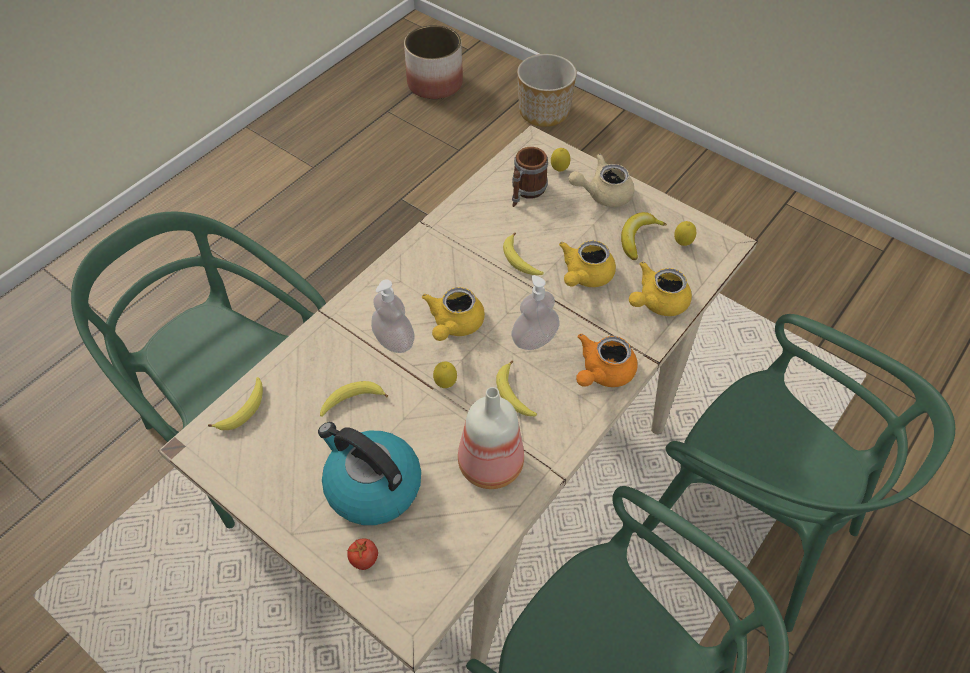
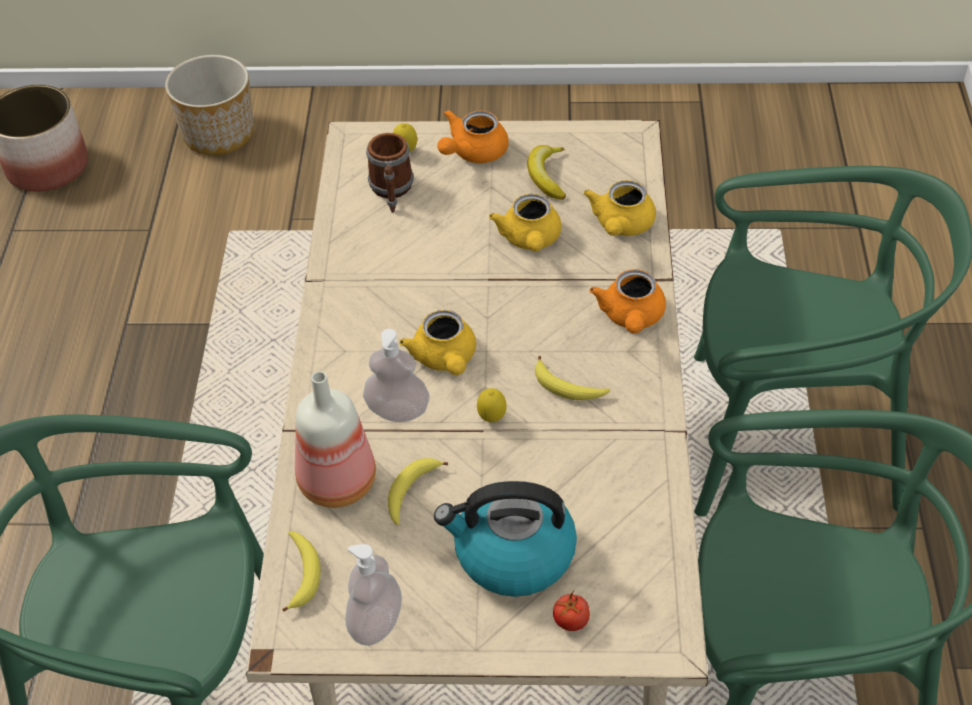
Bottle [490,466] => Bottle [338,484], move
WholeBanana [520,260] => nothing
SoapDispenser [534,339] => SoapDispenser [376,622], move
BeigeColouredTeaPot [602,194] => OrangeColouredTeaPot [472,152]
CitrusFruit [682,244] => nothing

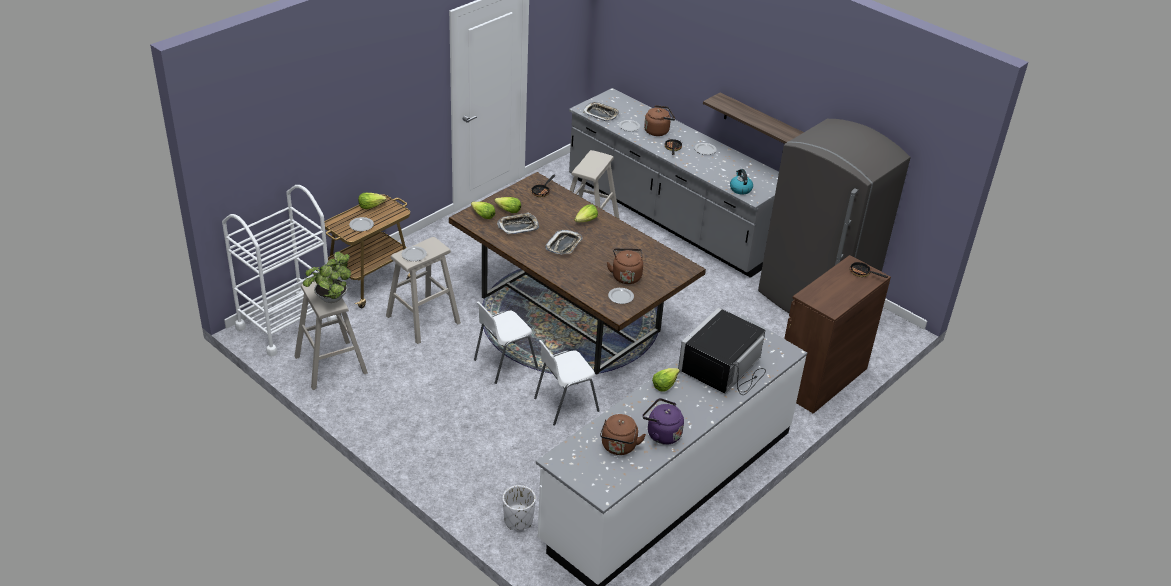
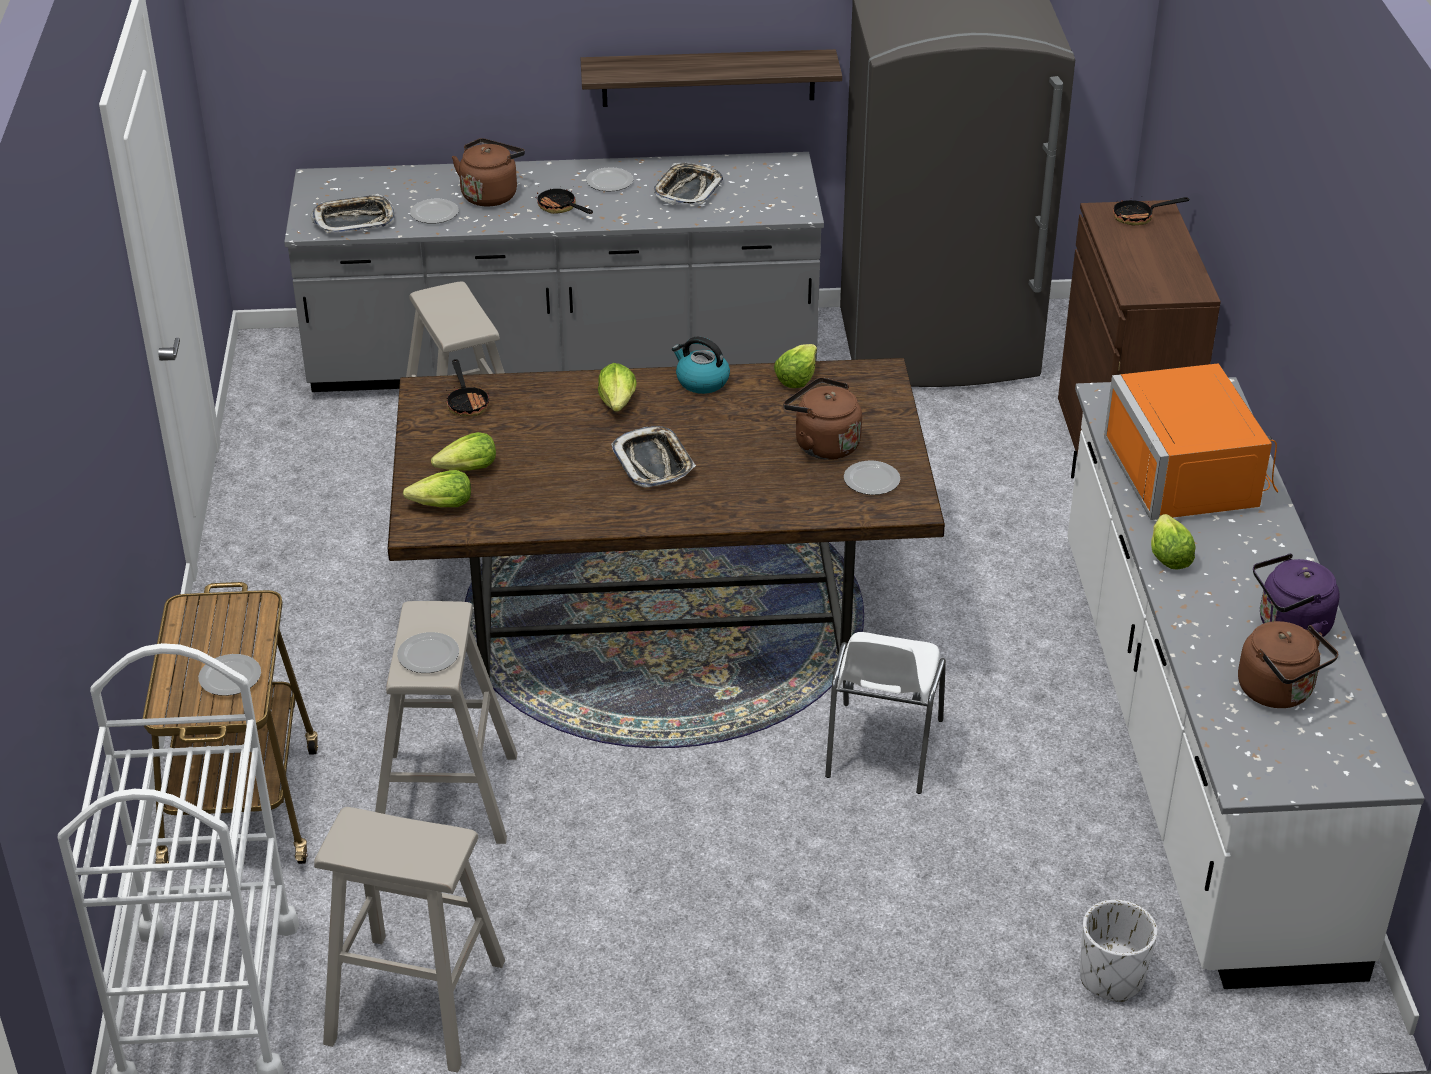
PlantInAPot [330,299] => nothing
LettuceHead [371,206] => LettuceHead [796,378], move
WhitePlainChair [503,363] => nothing
ServingTray [518,226] => ServingTray [687,190], move
BlackKitchenMicrowave [724,369] => OrangeColouredKitchenMicrowave [1192,475]
TeaKettle [740,189] => TeaKettle [701,381], move

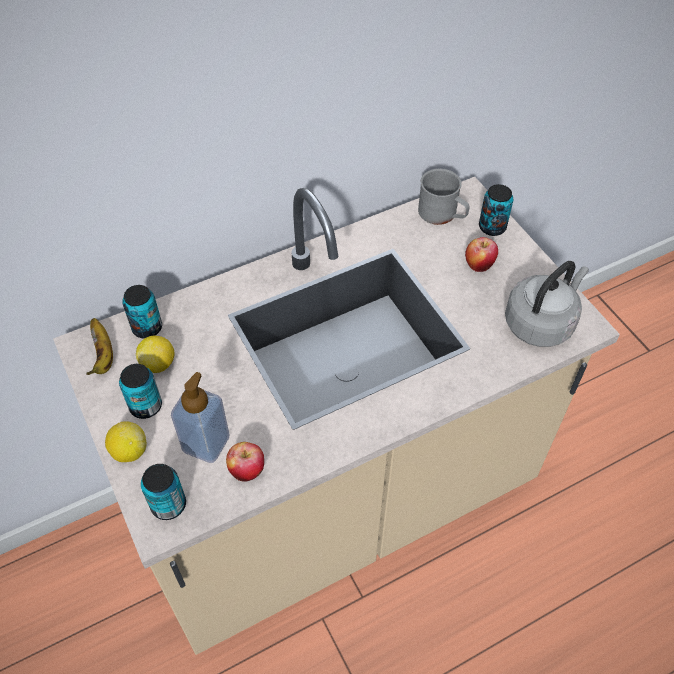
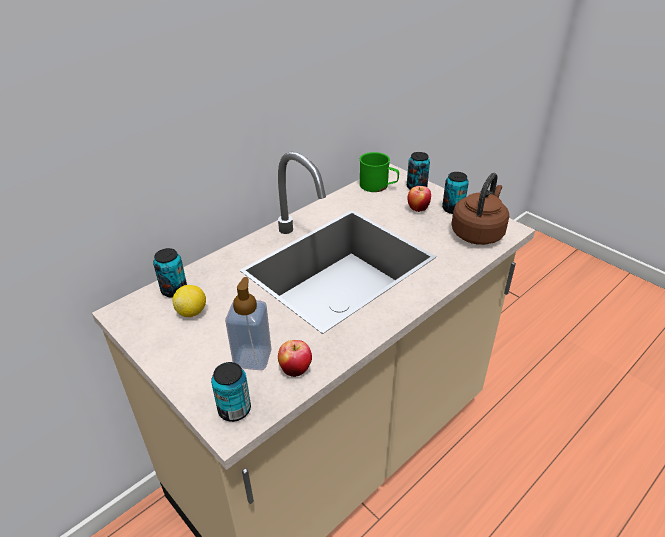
WholeBanana [103,355] => nothing
CitrusFruit [129,451] => nothing
Can [146,406] => Can [453,209], move
GrayCoffeeMug [442,214] => GreenishCoffeeMug [378,186]
GrayTeaKettle [541,323] => BrownishTeaKettle [478,233]

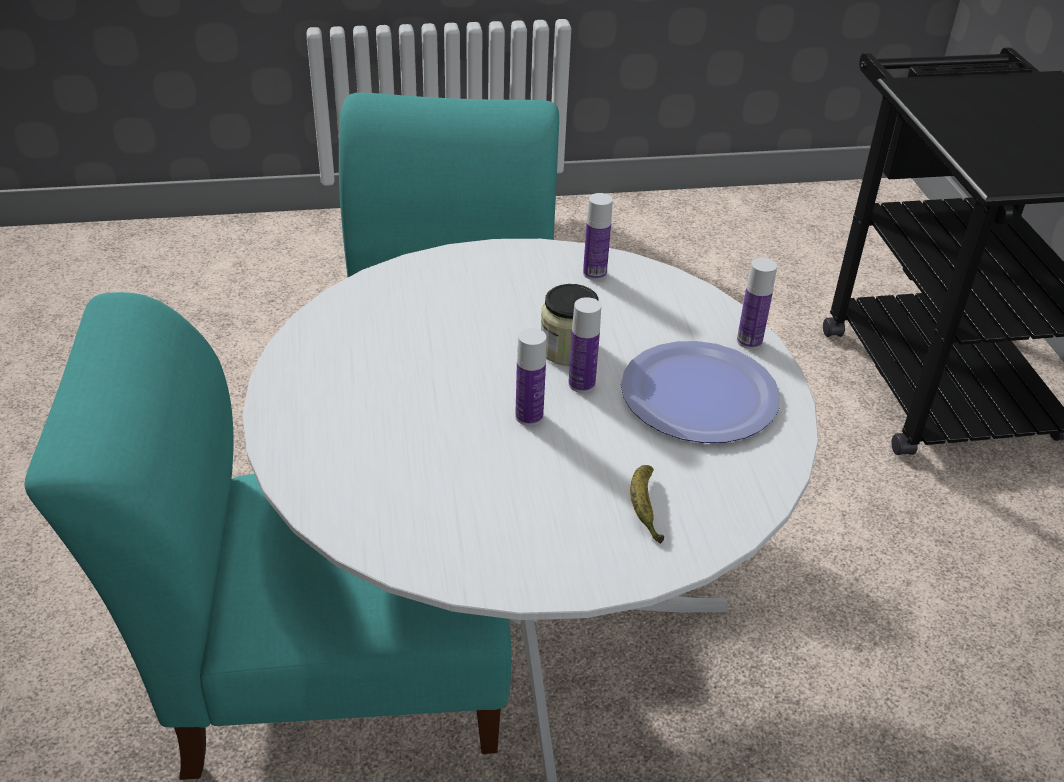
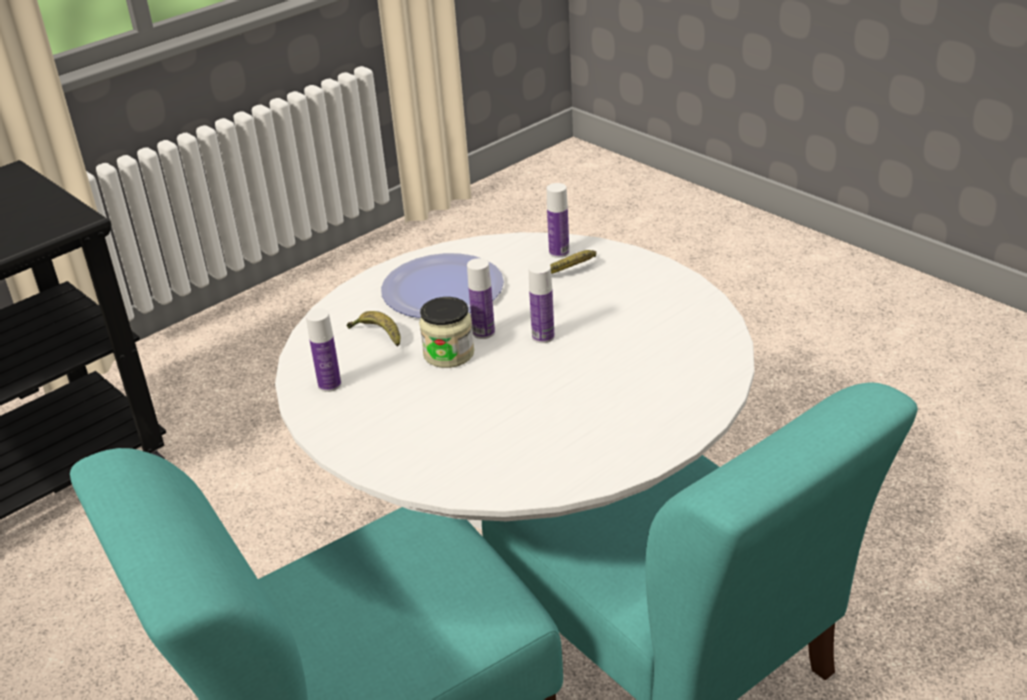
Bottle [749,341] => Bottle [559,252], move
nothing => WholeBanana [378,335]

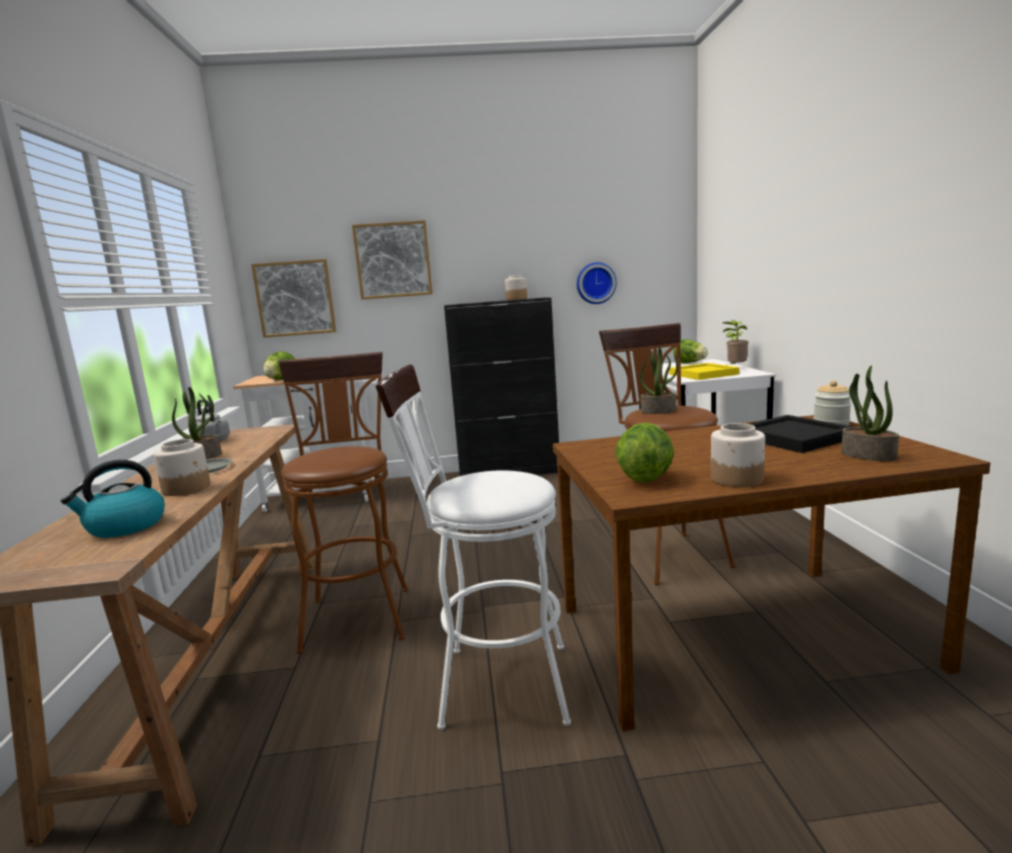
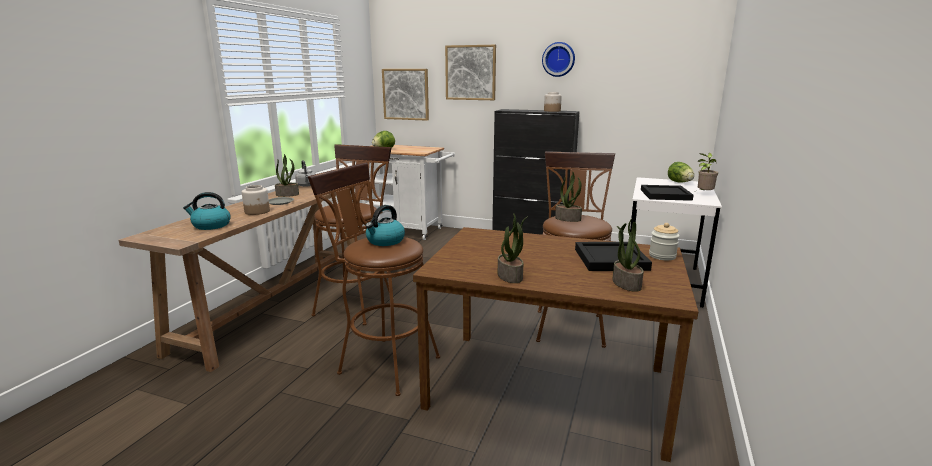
WhiteSittingStool [492,684] => BrownishSittingStool [382,363]
HangingClock [595,283] => HangingClock [558,59], move
LettuceHead [644,478] => nothing
YellowServingTray [702,374] => BlackServingTray [664,194]
PreserveJar [737,479] => PlantInAPot [510,276]
nothing => TeaKettle [385,241]

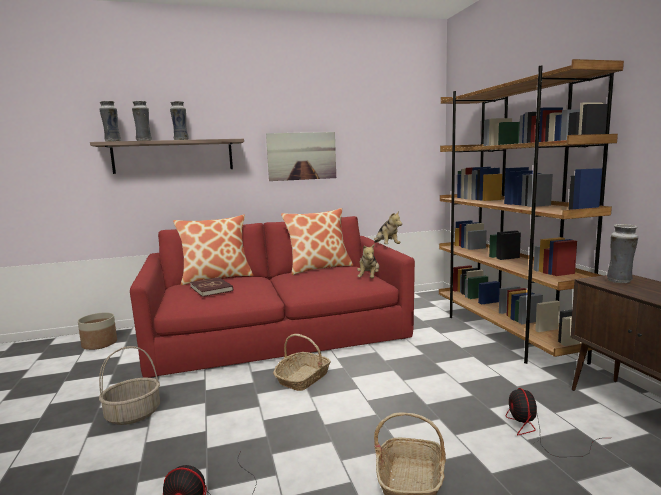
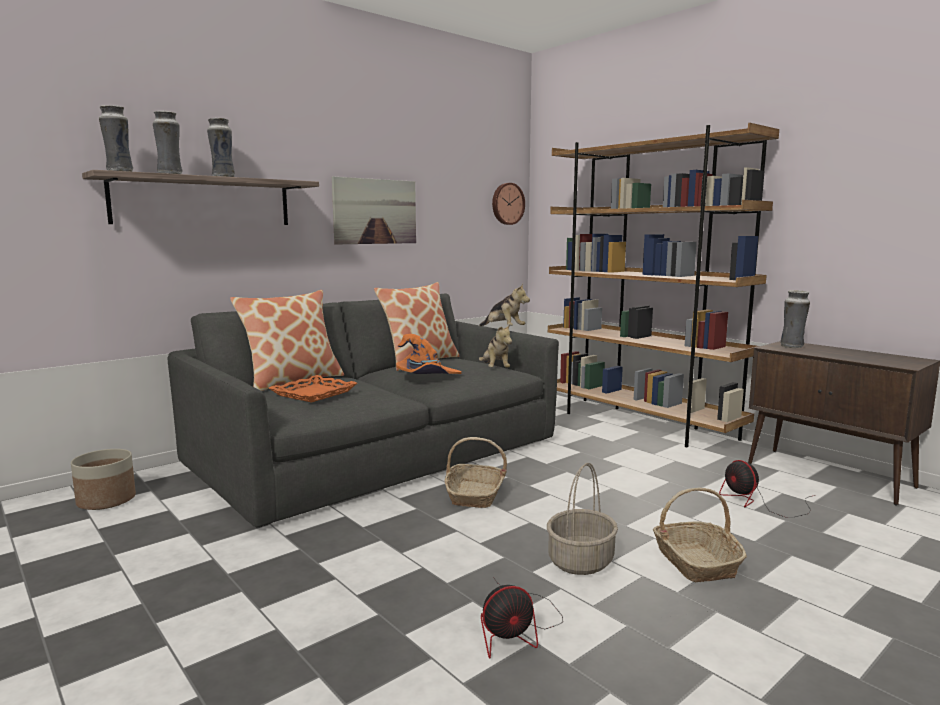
HouseholdBasket [133,415] => HouseholdBasket [581,561], move
ReddishSofa [277,332] => GraySofa [377,451]
ReddishBook [211,289] => OrangeColouredServingTray [314,393]
nothing => OrangeColouredHat [426,376]
nothing => HangingClock [507,204]

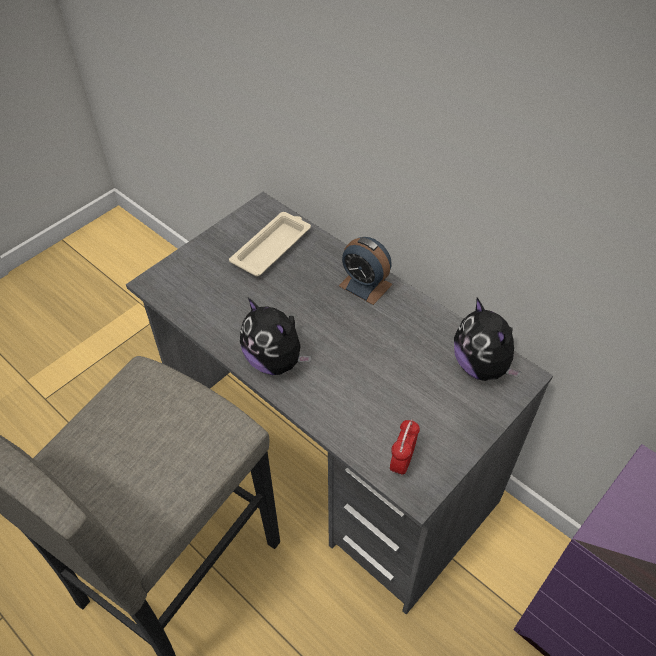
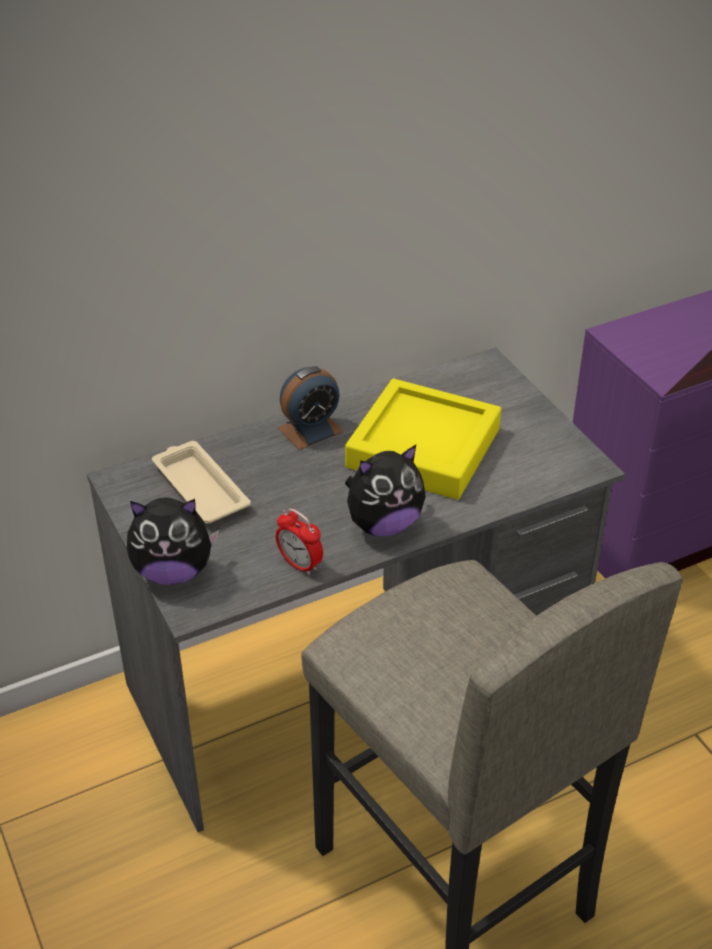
TableClock [402,462] => TableClock [300,564], move
CuddlyToy [482,366] => CuddlyToy [173,571], move
nothing => YellowServingTray [423,448]

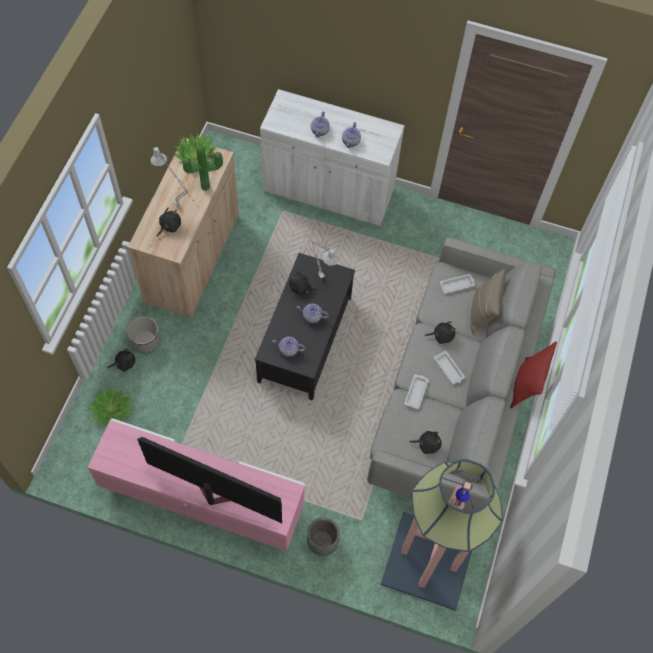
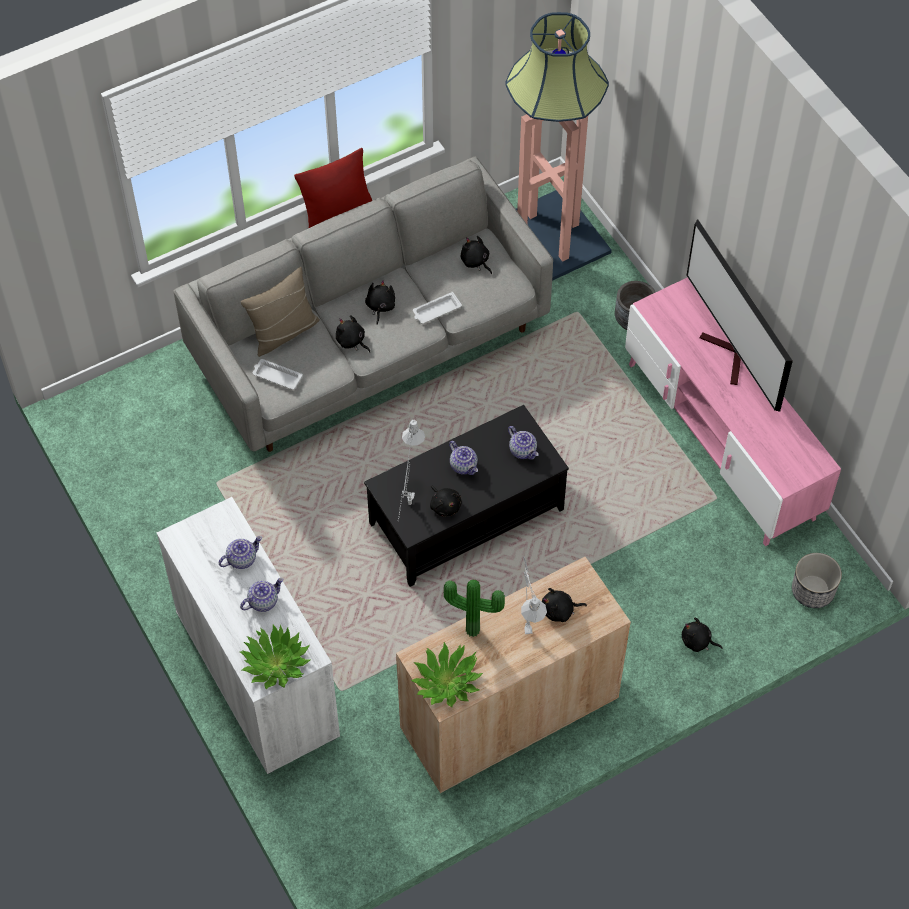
PlantInAPot [112,410] => PlantInAPot [275,663], move
Planter [146,342] => Planter [812,590], move
WhiteServingTray [449,369] => BlackCuddlyToy [380,307]

